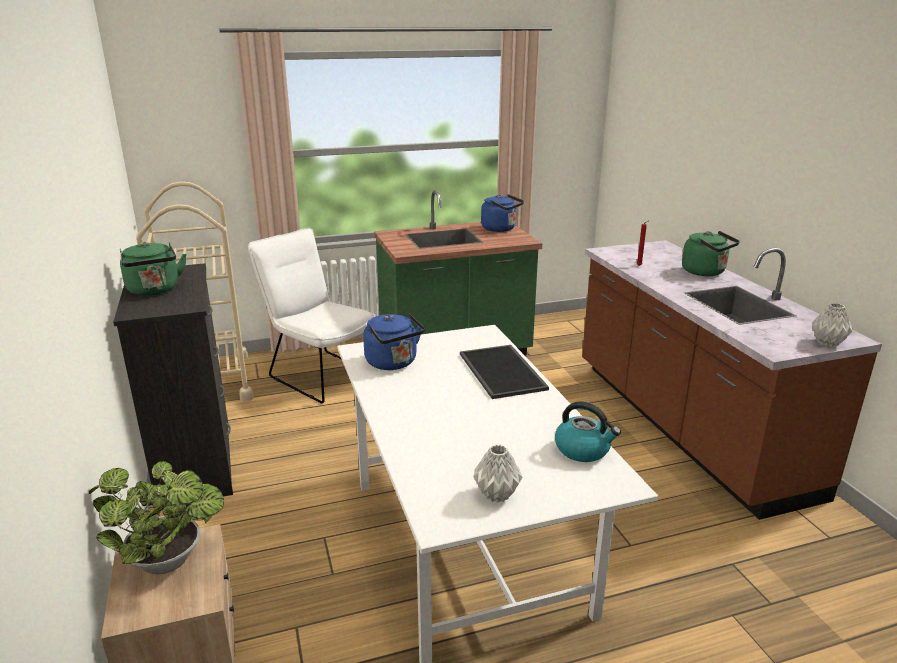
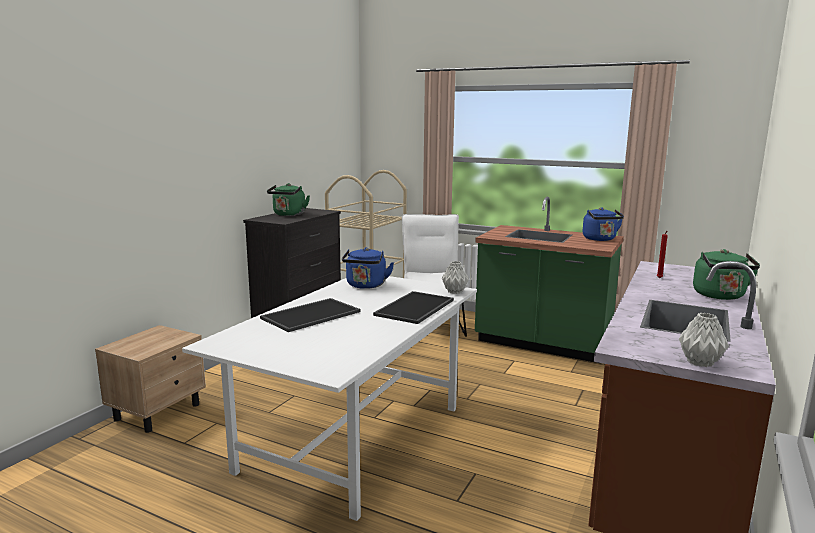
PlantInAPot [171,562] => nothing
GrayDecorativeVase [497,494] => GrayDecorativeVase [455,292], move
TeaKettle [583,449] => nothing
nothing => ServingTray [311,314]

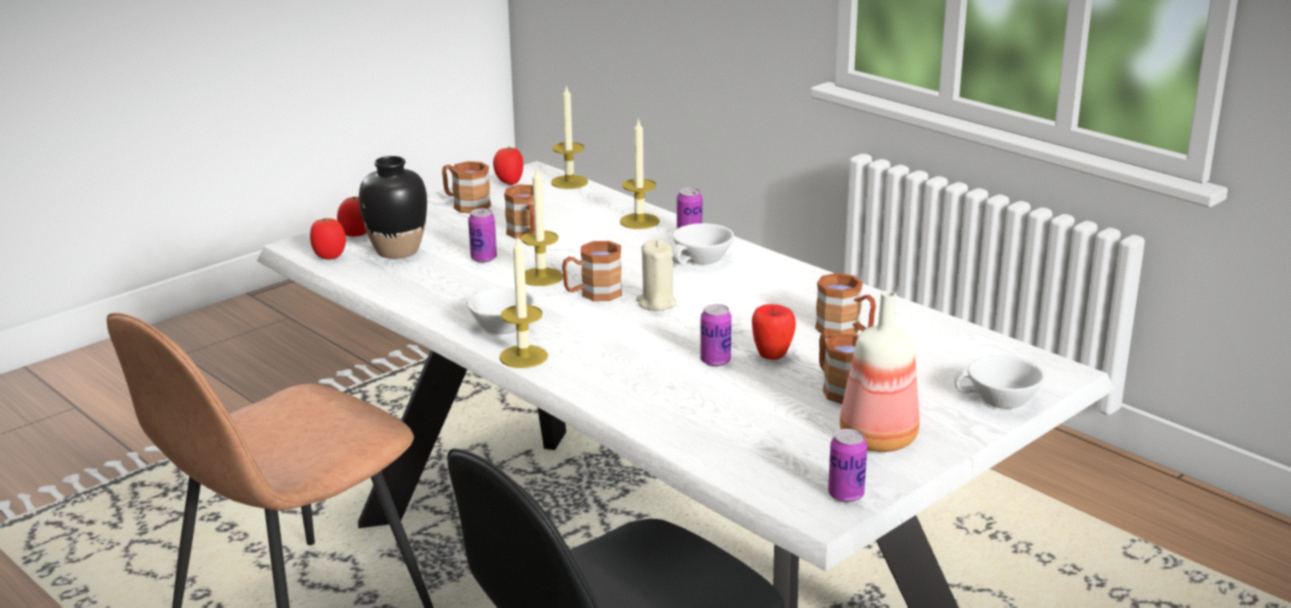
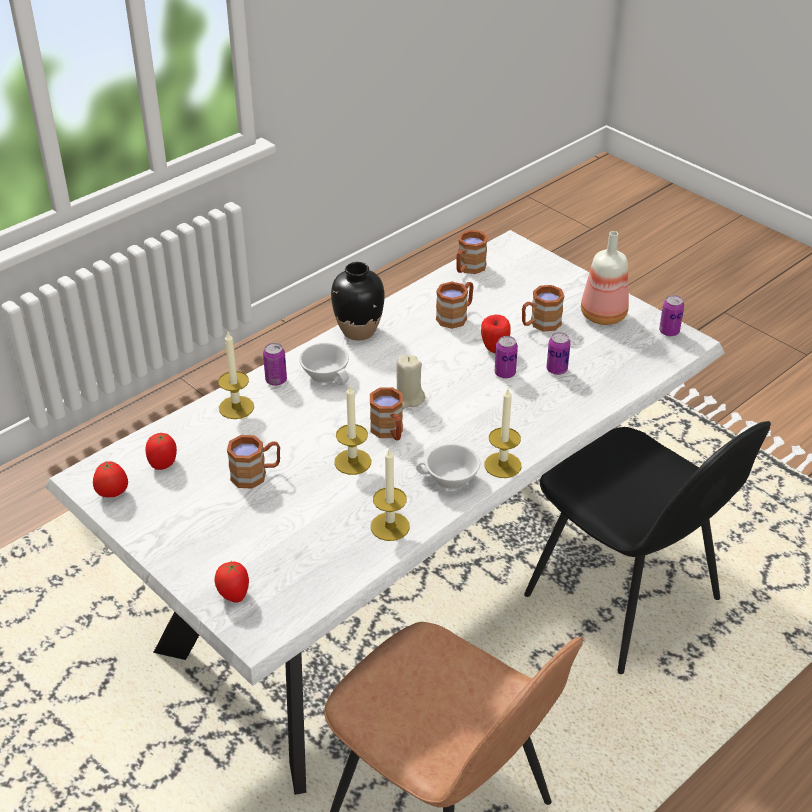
FreshTomato [329,256] => FreshTomato [163,464], move
BlackDecorativeVase [397,251] => BlackDecorativeVase [359,331], move
BrownishCoffeeMug [465,205] => BrownishCoffeeMug [468,269], move
Can [483,258] => Can [556,369], move
WaxCandle [569,182] => WaxCandle [390,526], move
WhiteDrinkingCup [1000,402] => nothing

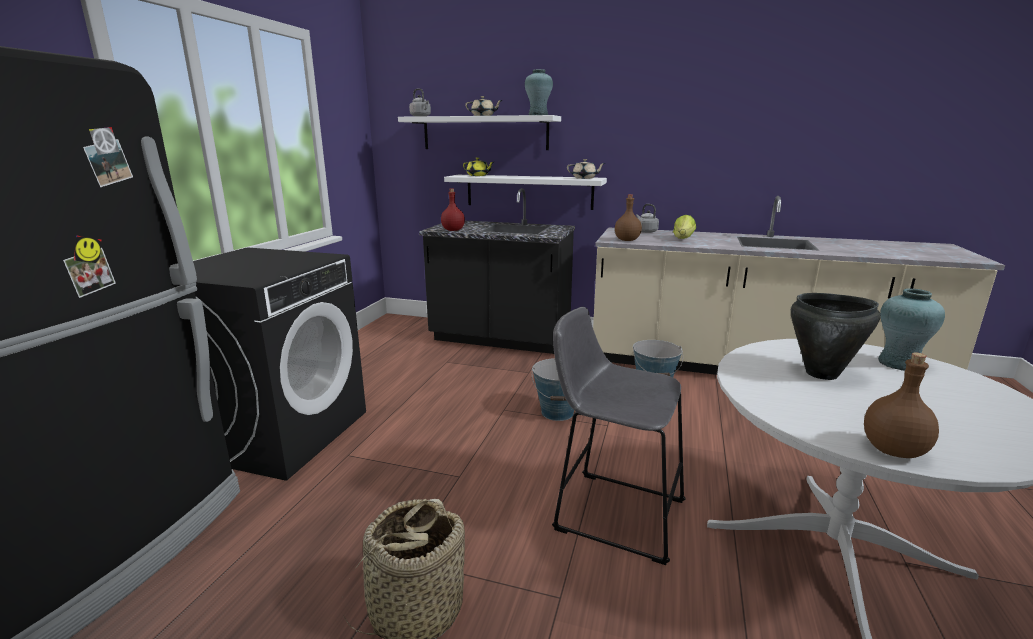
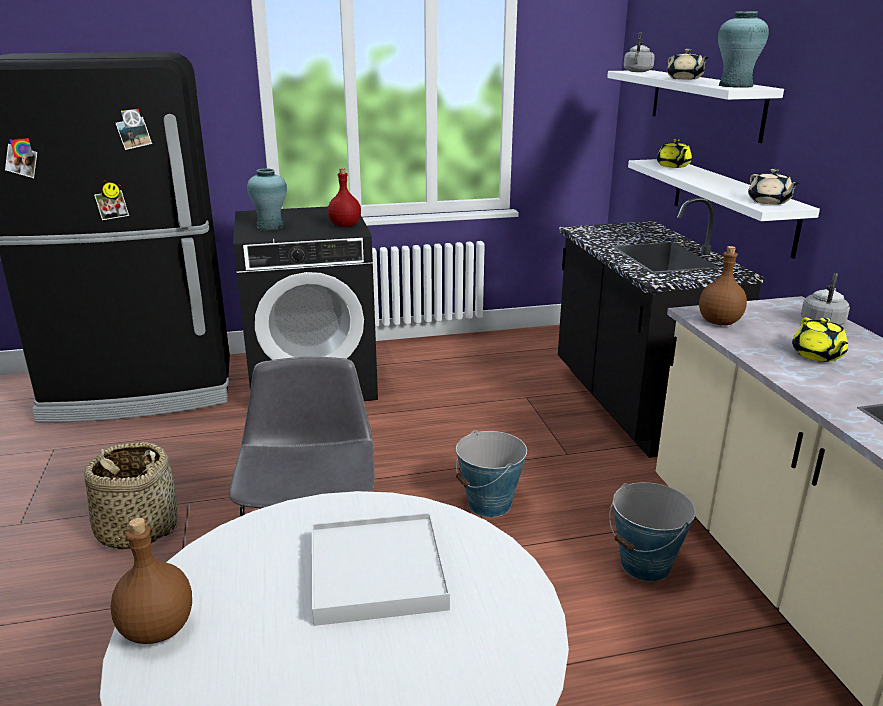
ReddishBottle [453,230] => ReddishBottle [345,225], move
LettuceHead [683,239] => YellowTeaPot [817,355]
BlackCookingPot [822,374] => WhiteServingTray [376,573]
BlueGreenDecorativeVase [898,363] => BlueGreenDecorativeVase [270,227], move

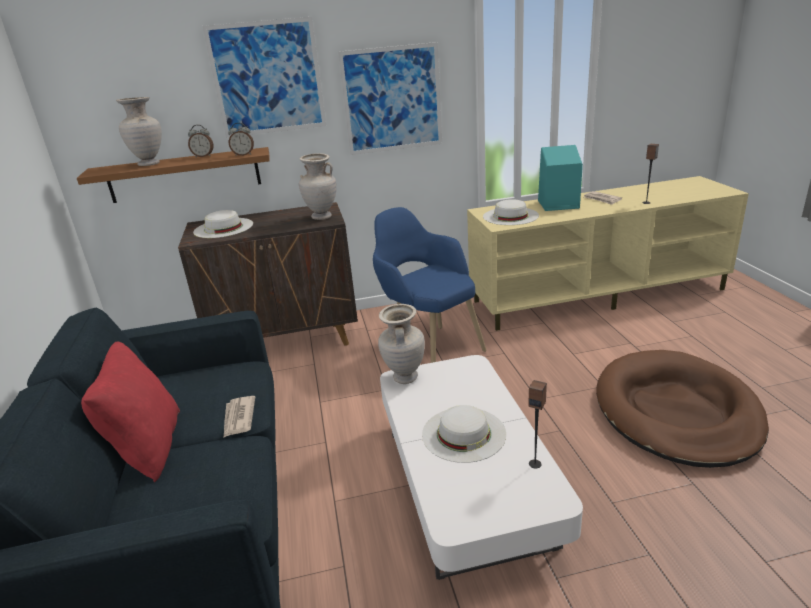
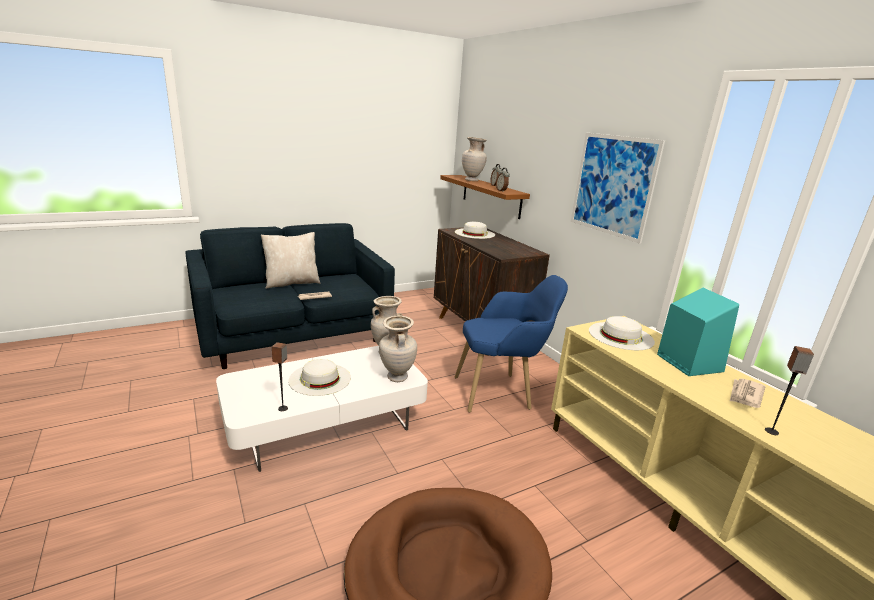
ReddishCushion [148,448] => BeigeColouredCushion [292,283]
WallPicture [267,78] => nothing
BeigeColouredDecorativeVase [322,217] => BeigeColouredDecorativeVase [396,377], move
BluishArmchair [428,347] => BluishArmchair [502,392], 45 degrees clockwise

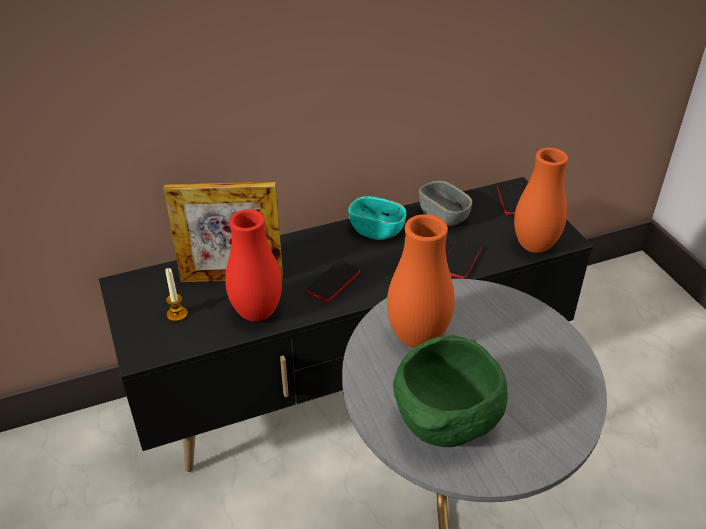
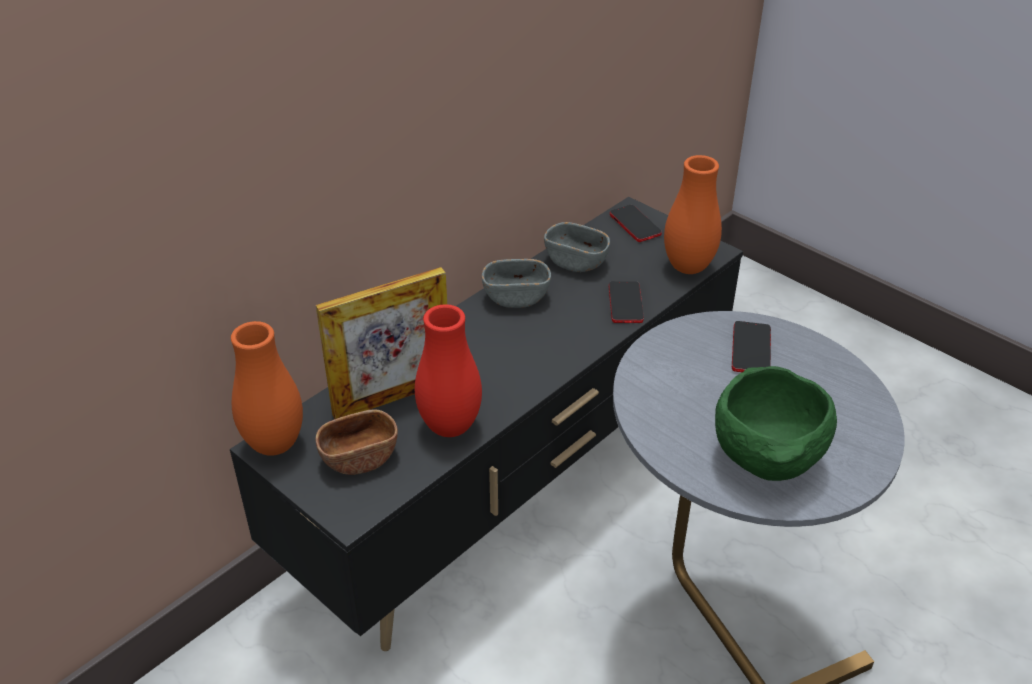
WaxCandle [177,314] => BrownishServingBowl [359,458]
Handset [333,282] => Handset [751,349], move
BlueGreenServingBowl [376,230] => GrayServingBowl [516,297]
OrangeColouredDecorativeVase [417,337] => OrangeColouredDecorativeVase [274,444], move

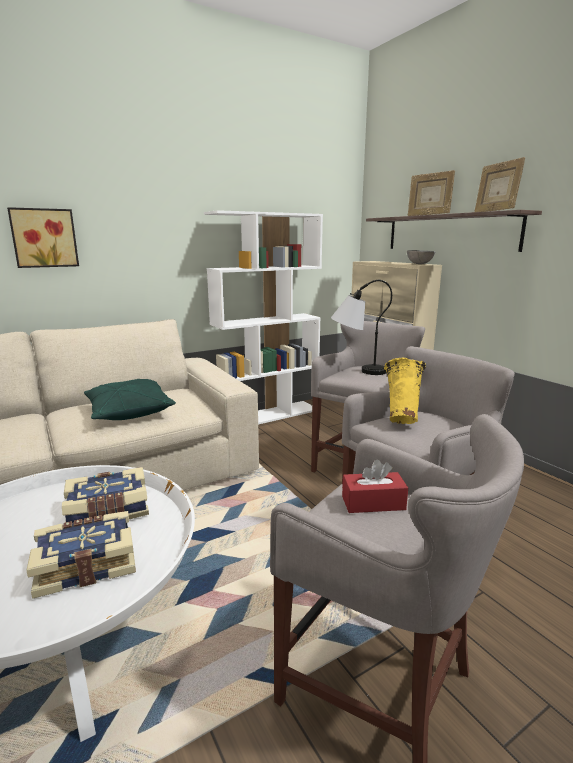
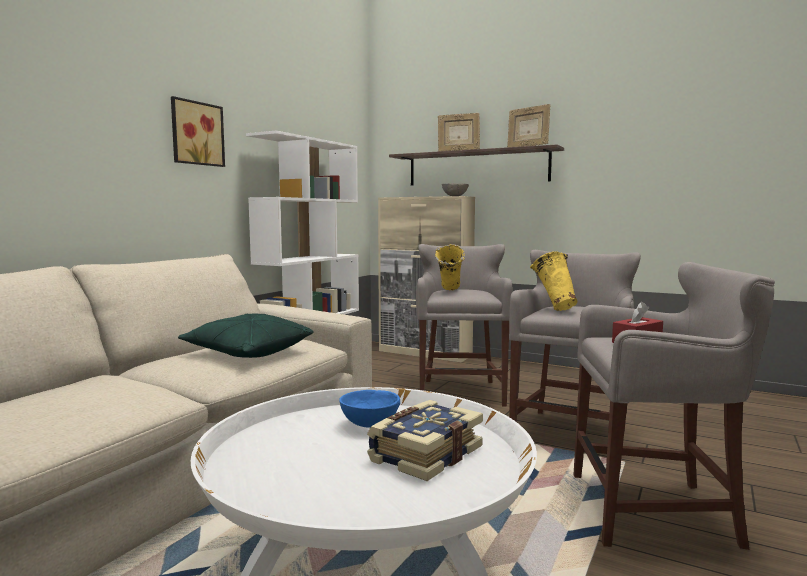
WallPicture [44,238] => WallPicture [196,133], move
Book [108,512] => BluishServingBowl [369,424]
LampForATable [356,371] => YellowDecorativeVase [450,291]

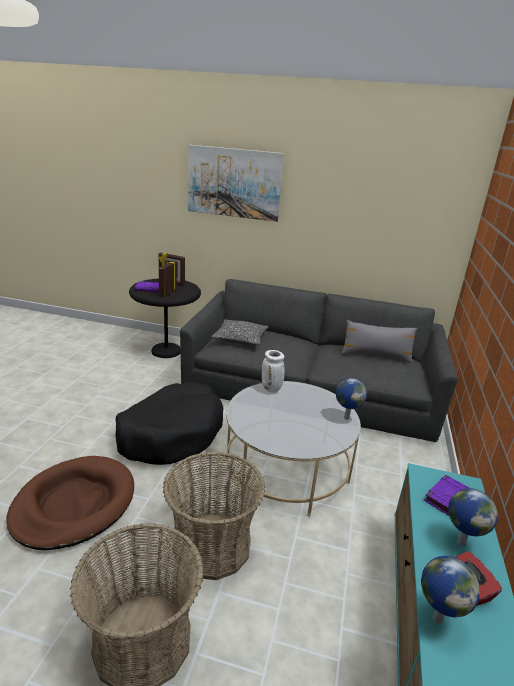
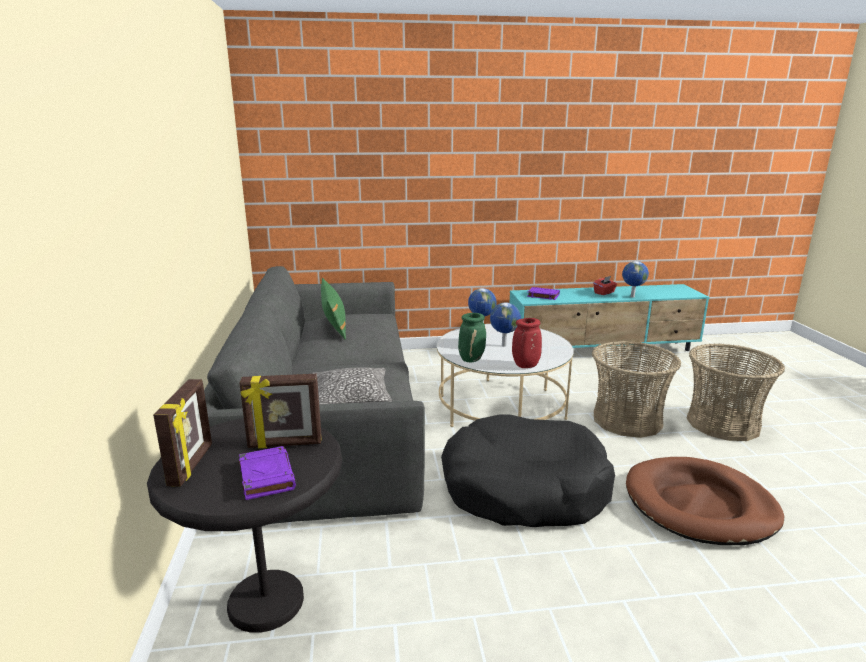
WallPicture [234,183] => nothing
WhiteDecorativeVase [271,389] => GreenishDecorativeVase [471,359]
GrayCushion [376,355] => GreenishCushion [334,325]
DeskGlobe [460,542] => DeskGlobe [503,345], move
nothing => ReddishDecorativeVase [525,366]

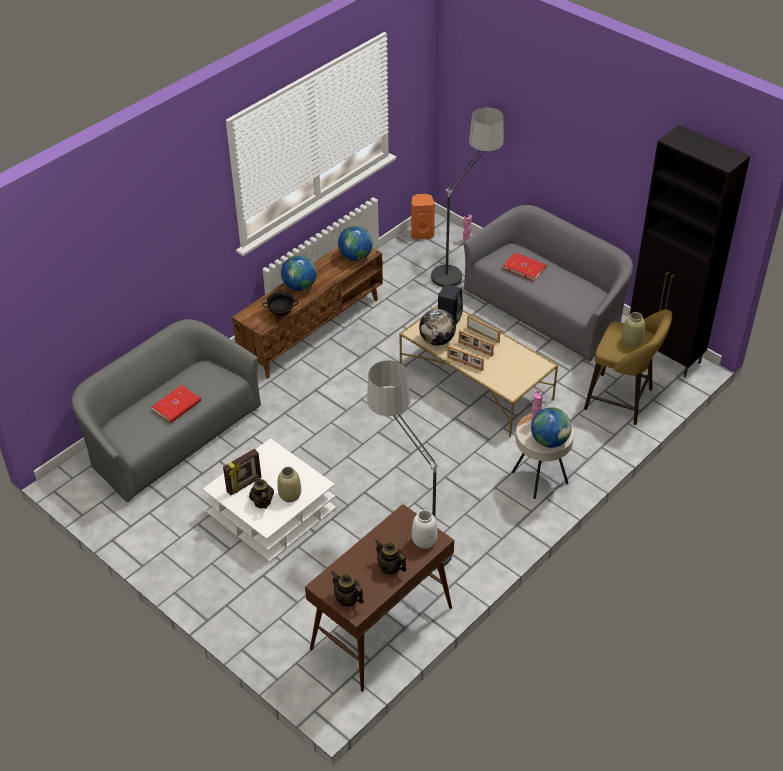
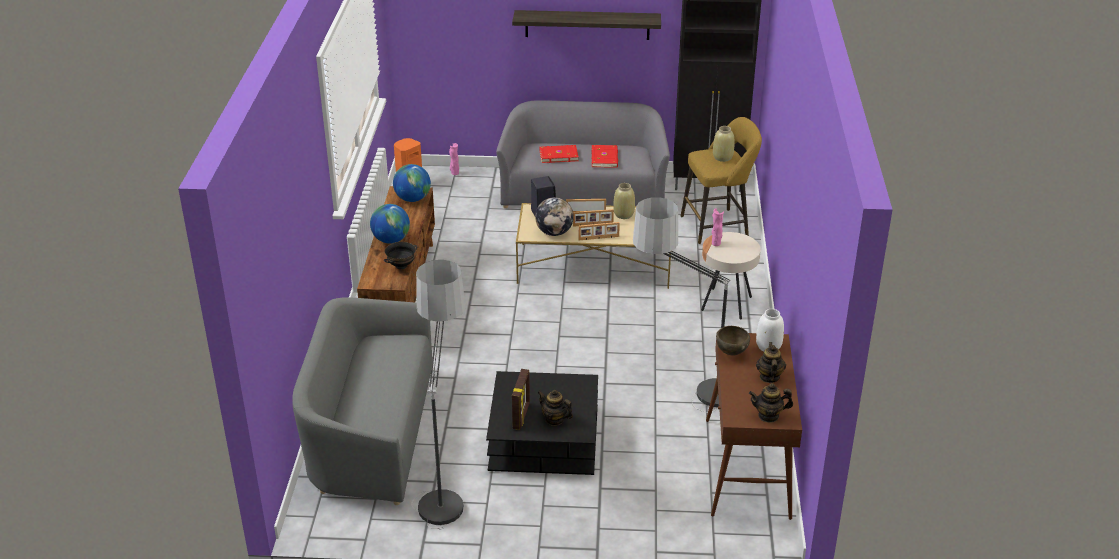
ReddishBook [177,406] => ReddishBook [605,158], move
WhiteCoffeeTable [271,511] => BlackCoffeeTable [544,438]
BeigeColouredDecorativeVase [289,495] => BeigeColouredDecorativeVase [623,215], move
TeaPot [390,567] => TeaPot [769,377], 90 degrees clockwise
FloorLamp [462,265] => FloorLamp [444,484], move
DeskGlobe [549,441] => nothing
nothing => BracketShelf [587,24]
nothing => BrownishServingBowl [731,353]

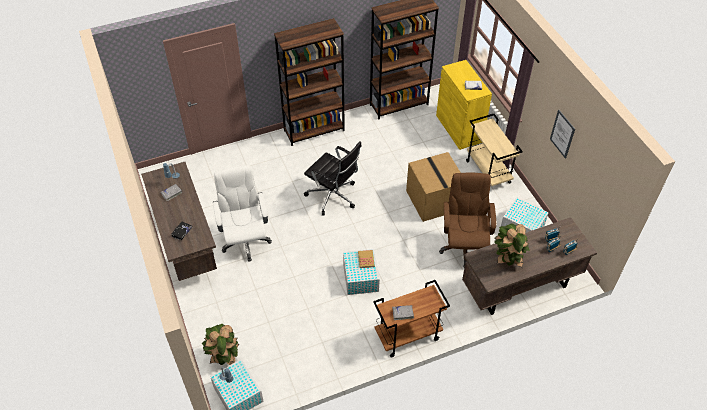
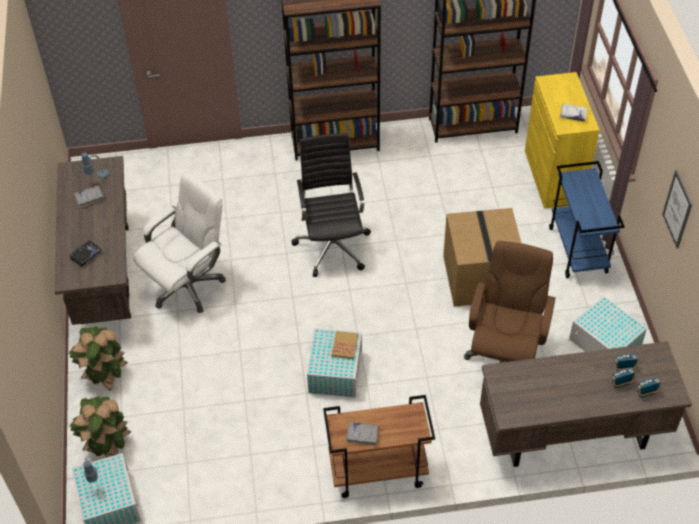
WhiteDeskChair [245,240] => WhiteDeskChair [187,285], 45 degrees clockwise
BlackDeskChair [333,196] => BlackDeskChair [333,245], 150 degrees counterclockwise
BeigeColouredWheeledCart [488,172] => BluishWheeledCart [578,250]
PlantInAPot [507,259] => PlantInAPot [104,376], move

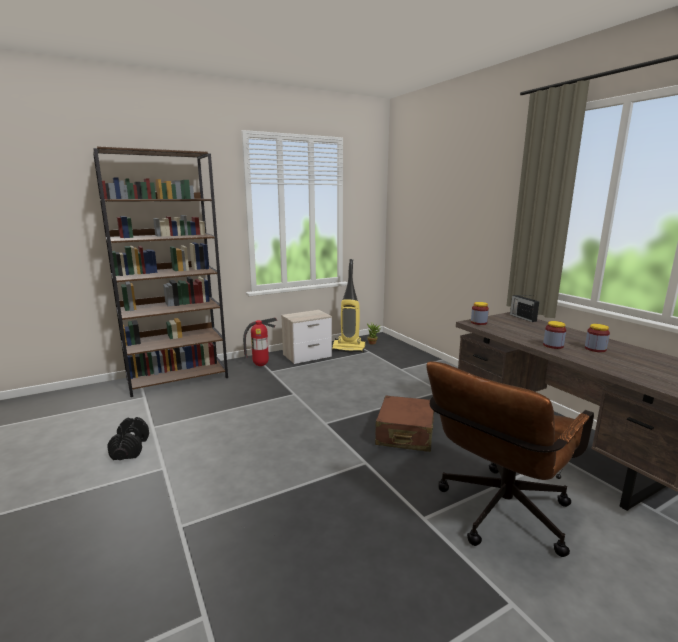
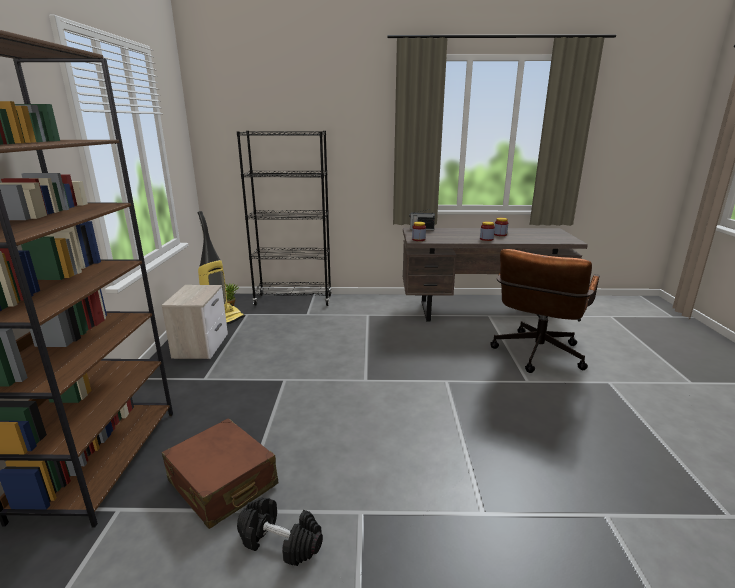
FireFightingCylinder [261,365] => nothing
BrownishSuitcase [405,433] => BrownishSuitcase [222,483], move
BrownishDeskChair [497,516] => BrownishDeskChair [536,356], 45 degrees clockwise
nothing => BlackBookshelf [294,300]

